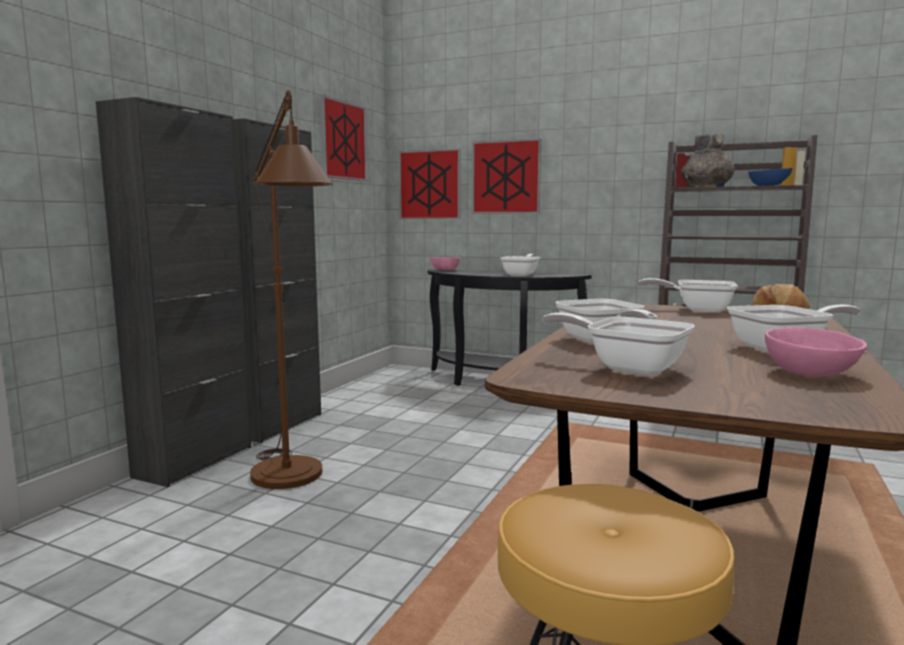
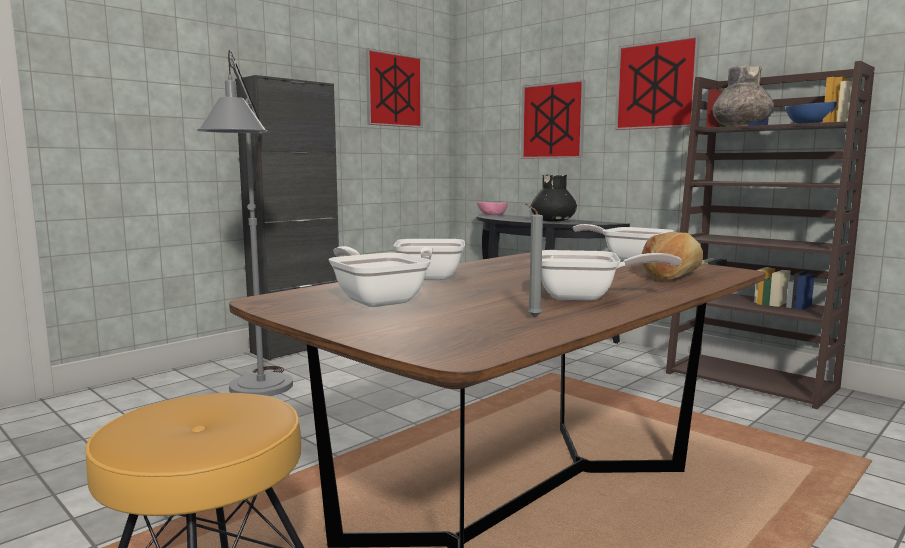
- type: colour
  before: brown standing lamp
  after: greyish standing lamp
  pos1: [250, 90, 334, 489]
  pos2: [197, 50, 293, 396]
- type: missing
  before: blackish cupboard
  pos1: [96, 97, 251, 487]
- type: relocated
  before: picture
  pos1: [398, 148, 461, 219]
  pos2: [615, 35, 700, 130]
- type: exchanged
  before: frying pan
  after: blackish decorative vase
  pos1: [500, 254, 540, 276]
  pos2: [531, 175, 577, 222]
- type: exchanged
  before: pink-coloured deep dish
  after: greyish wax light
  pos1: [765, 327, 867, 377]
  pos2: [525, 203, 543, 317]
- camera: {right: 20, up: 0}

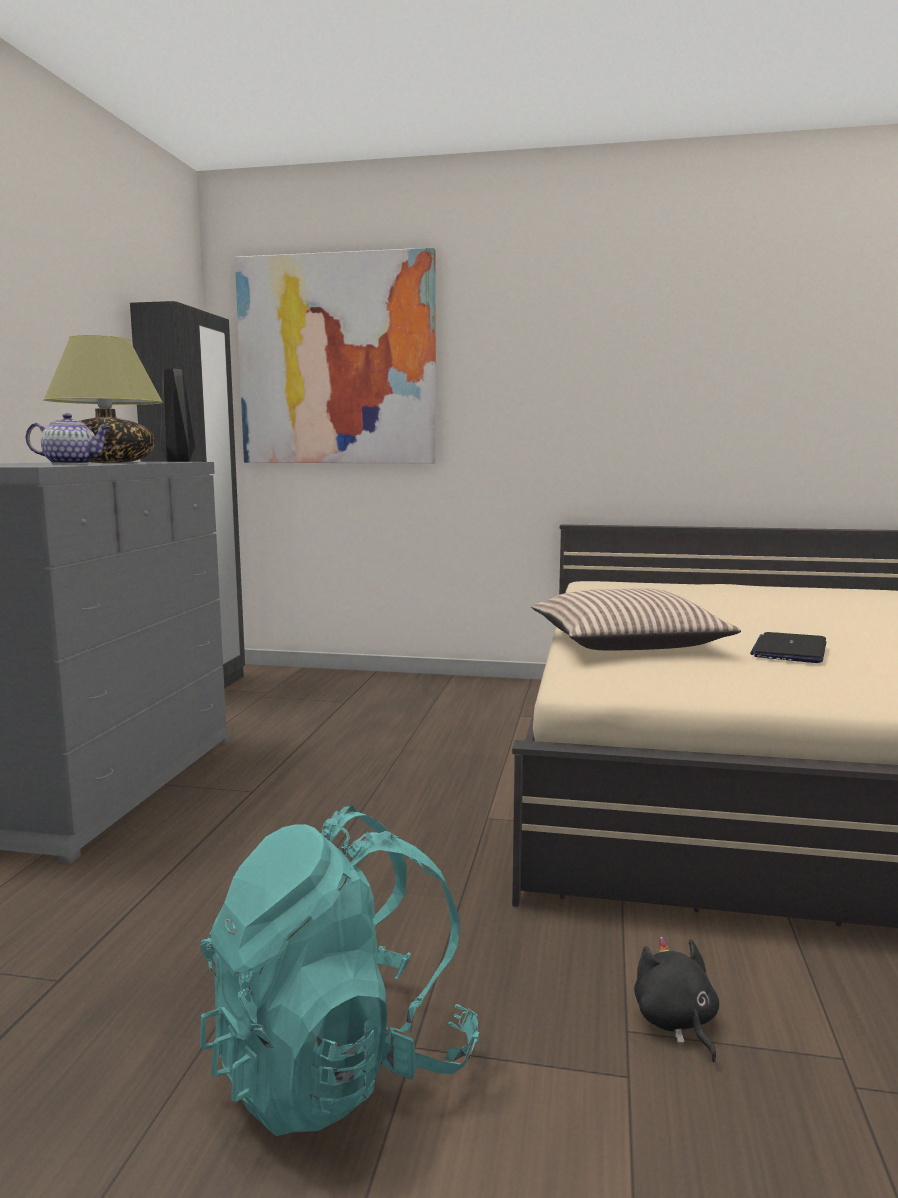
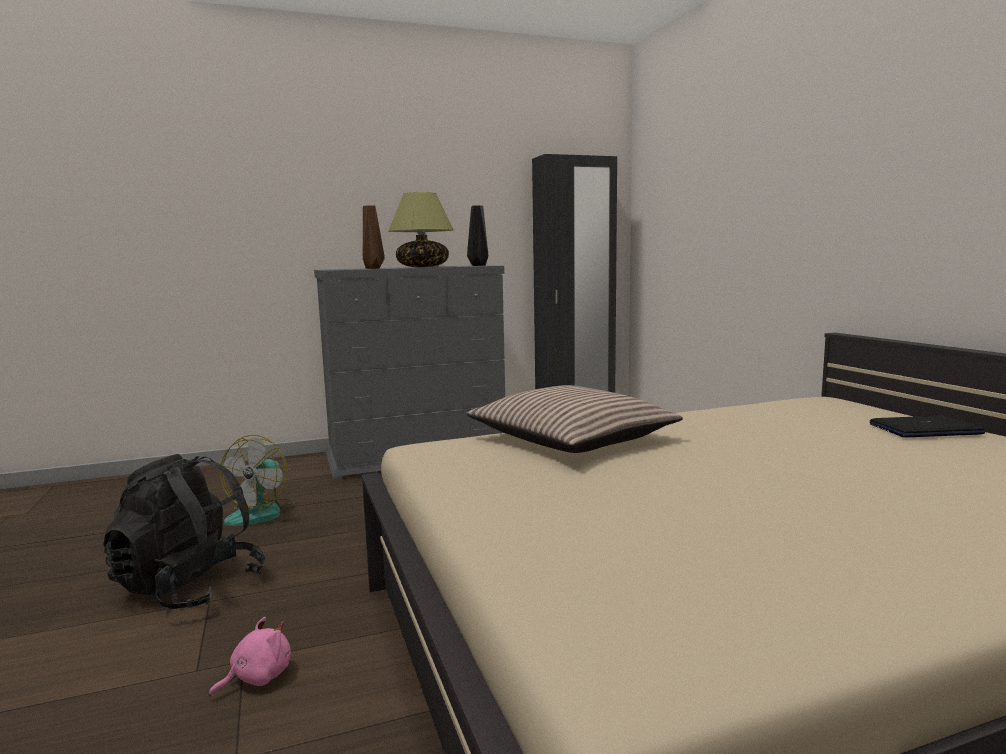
- type: missing
  before: picture
  pos1: [235, 248, 436, 463]
- type: exchanged
  before: pot for tea
  after: brown decorative vase
  pos1: [26, 413, 111, 465]
  pos2: [363, 205, 385, 269]
- type: relocated
  before: notebook computer
  pos1: [750, 632, 826, 663]
  pos2: [870, 415, 985, 438]
- type: colour
  before: turquoise knapsack
  after: blackish knapsack
  pos1: [200, 806, 479, 1136]
  pos2: [103, 454, 266, 609]
- type: colour
  before: blackish cuddly toy
  after: pink-coloured cuddly toy
  pos1: [634, 937, 719, 1063]
  pos2: [209, 617, 291, 697]
- type: appeared
  after: electric fan
  pos2: [220, 435, 295, 526]
- camera: {right: 60, up: 0}

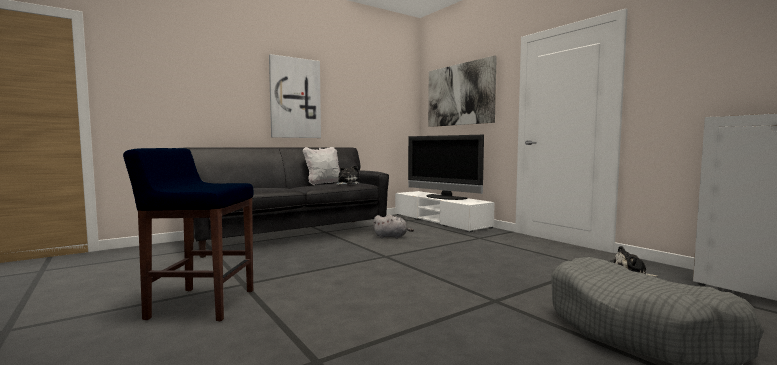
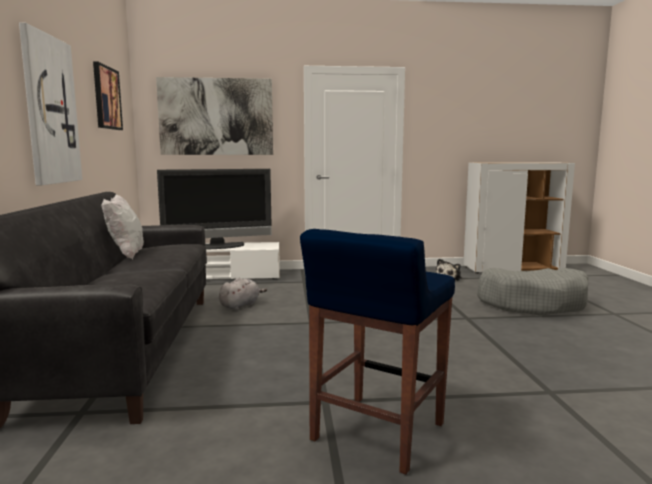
- type: missing
  before: cuddly toy
  pos1: [336, 165, 361, 185]
- type: appeared
  after: picture
  pos2: [93, 61, 123, 130]
- camera: {right: -60, up: 5}

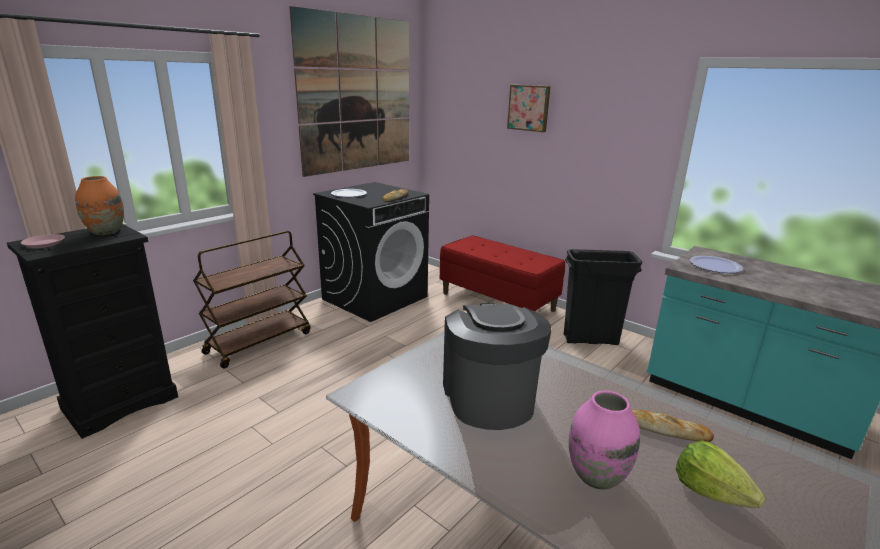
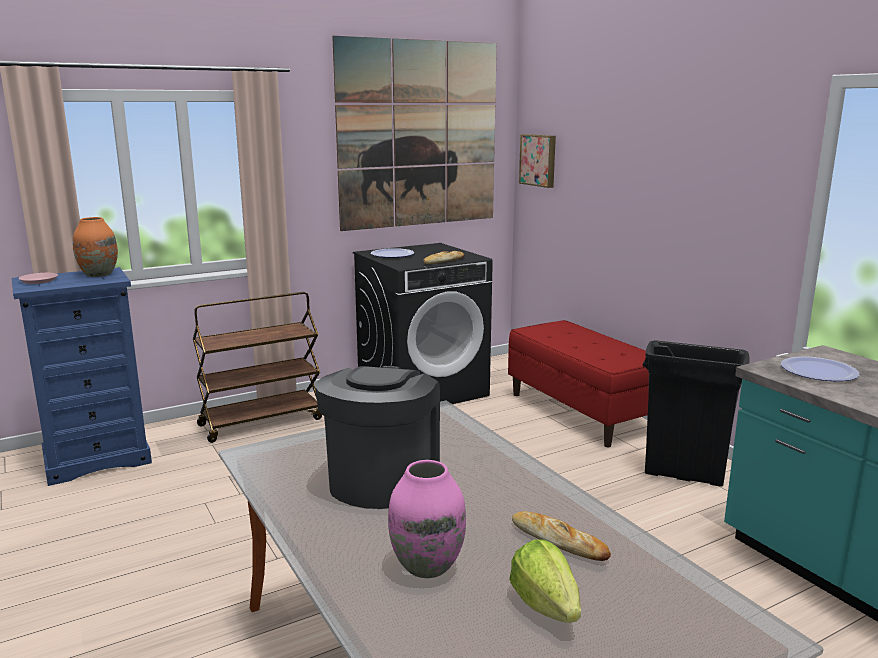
- type: relocated
  before: picture
  pos1: [507, 85, 550, 132]
  pos2: [519, 134, 556, 188]
- type: colour
  before: blackish chest of drawers
  after: blue chest of drawers
  pos1: [7, 224, 178, 439]
  pos2: [12, 267, 152, 486]
- camera: {right: 20, up: -5}

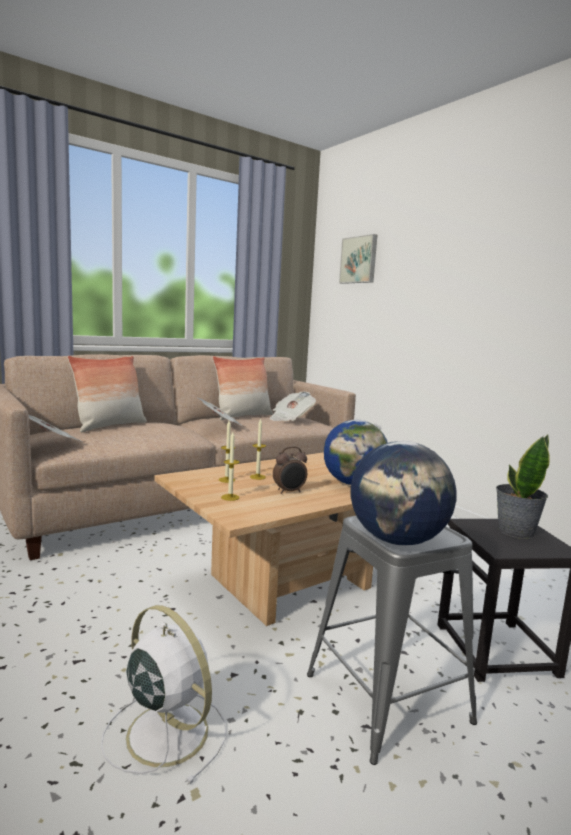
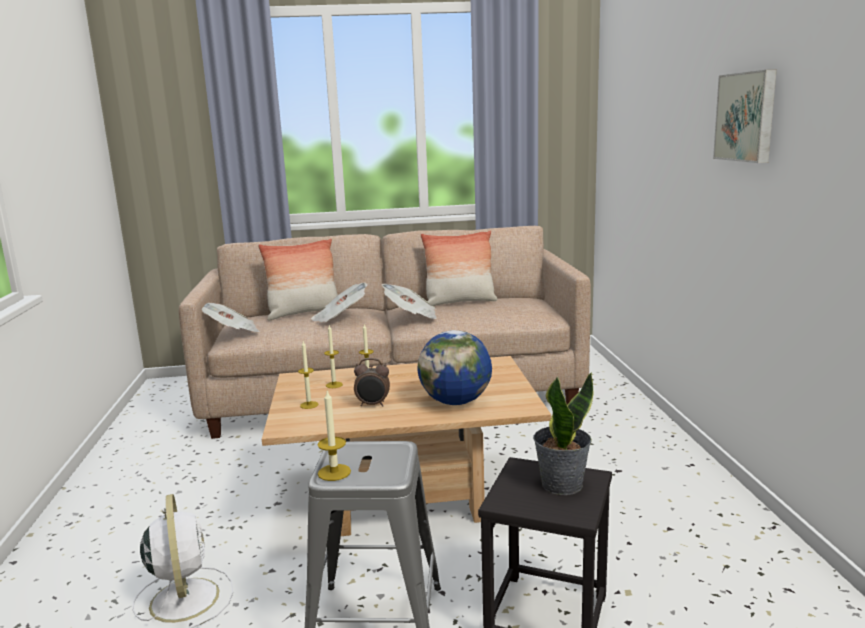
- type: relocated
  before: picture
  pos1: [339, 234, 377, 284]
  pos2: [713, 69, 777, 163]
- type: relocated
  before: printed paper
  pos1: [269, 391, 316, 421]
  pos2: [311, 283, 368, 323]
- type: exchanged
  before: globe
  after: wax light
  pos1: [350, 441, 457, 546]
  pos2: [317, 391, 351, 481]
- camera: {right: 30, up: 5}

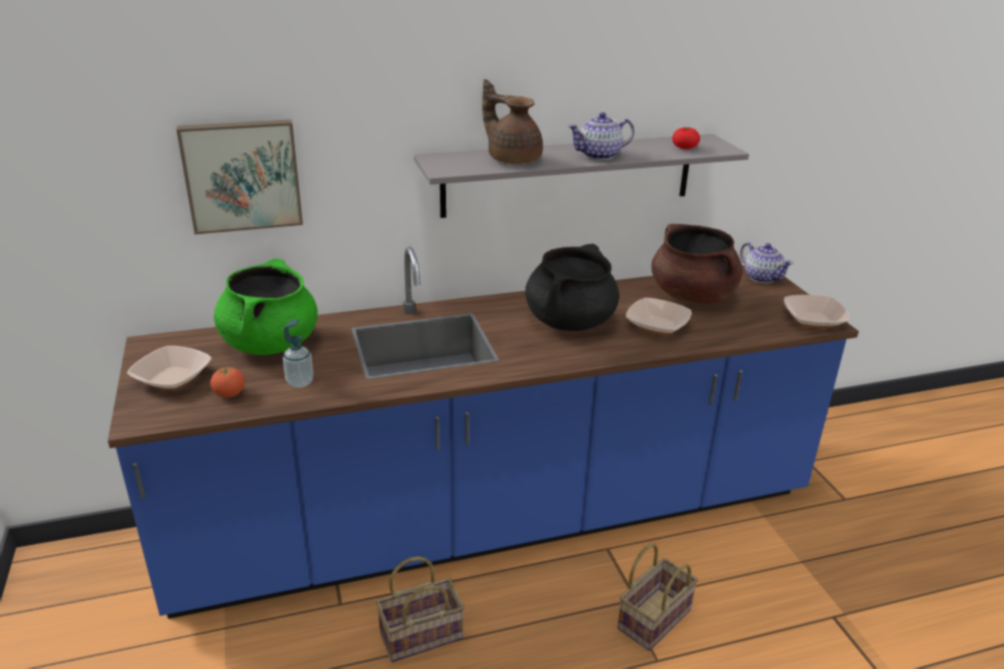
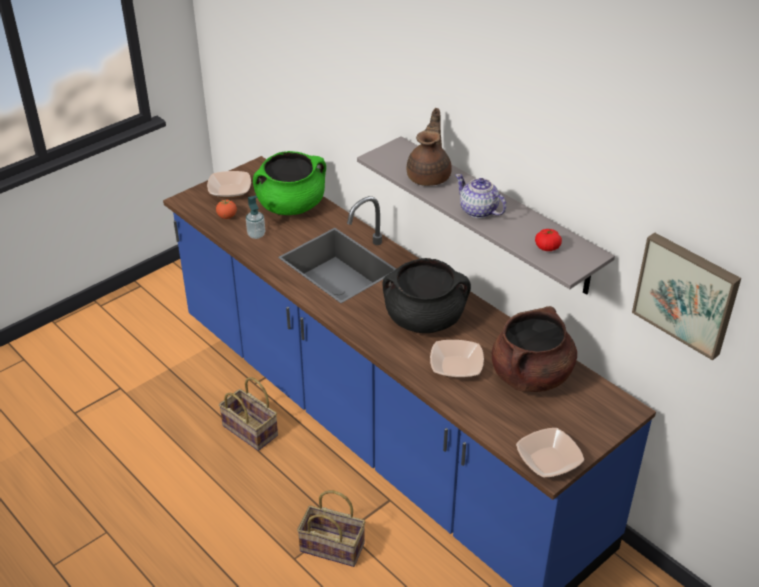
- type: relocated
  before: picture
  pos1: [176, 120, 303, 234]
  pos2: [632, 233, 741, 361]
- type: missing
  before: pot for tea
  pos1: [740, 242, 793, 283]
- camera: {right: 65, up: 10}

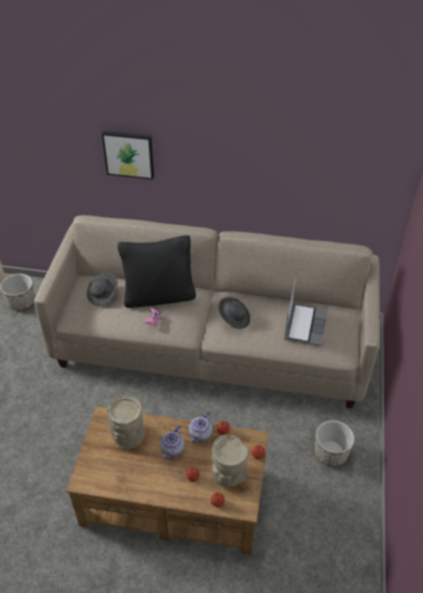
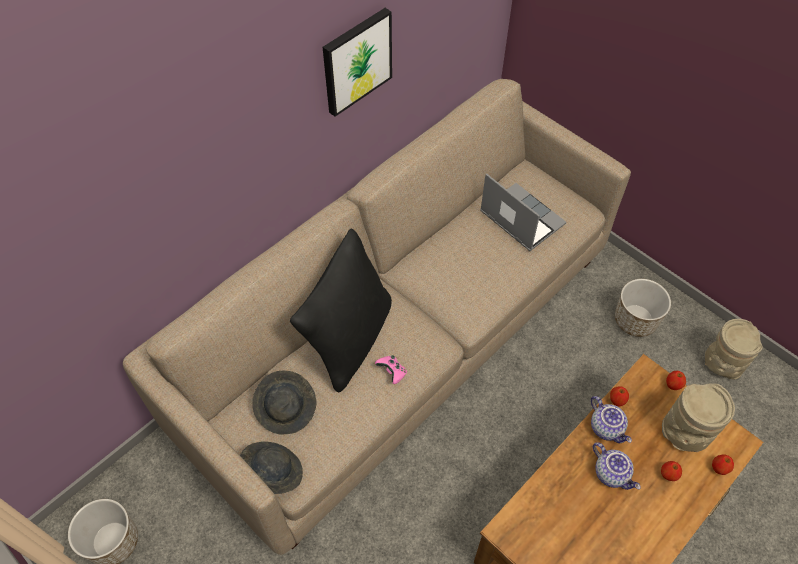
- type: relocated
  before: picture
  pos1: [102, 131, 154, 180]
  pos2: [323, 8, 392, 117]
- type: relocated
  before: greyish wearable hat
  pos1: [218, 297, 250, 329]
  pos2: [240, 441, 303, 494]
- type: relocated
  before: beige-coloured decorative vase
  pos1: [107, 395, 145, 450]
  pos2: [705, 319, 763, 379]
- camera: {right: -55, up: 10}

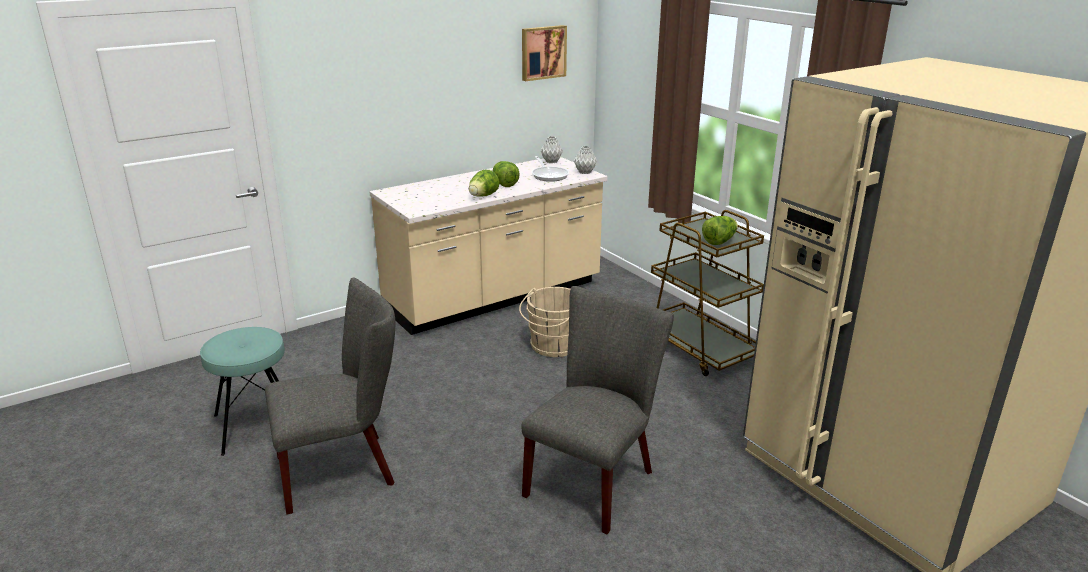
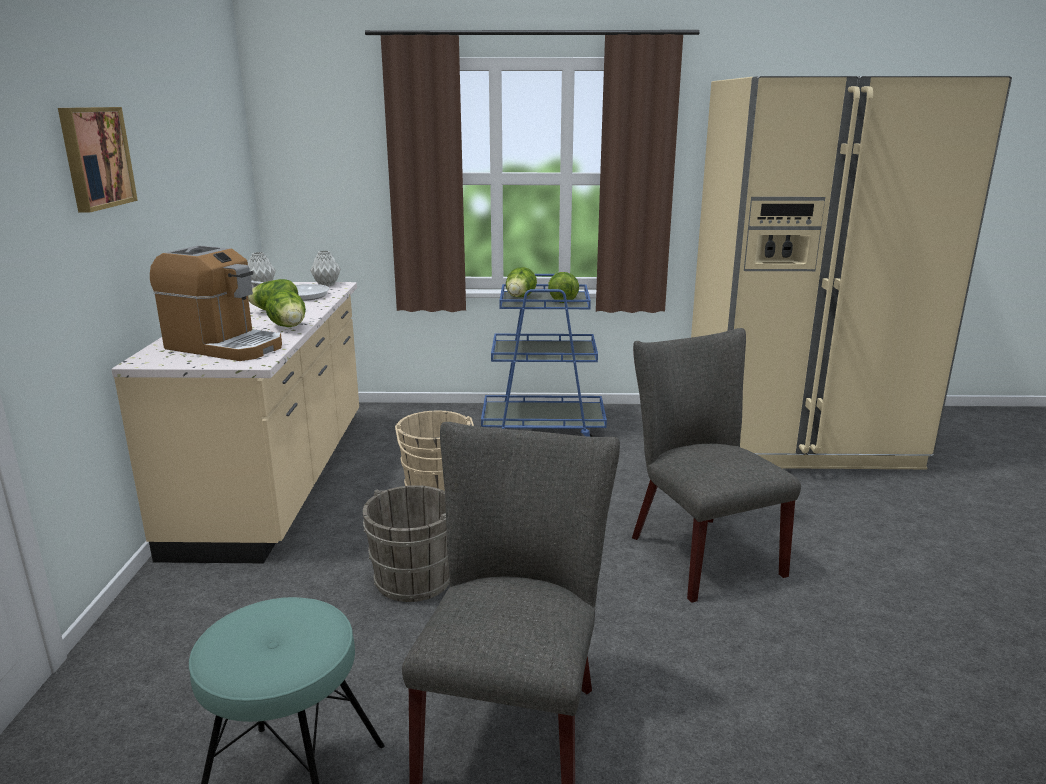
- type: relocated
  before: picture
  pos1: [522, 25, 567, 81]
  pos2: [58, 107, 138, 212]
- type: colour
  before: brown trolley
  after: blue trolley
  pos1: [651, 210, 764, 376]
  pos2: [481, 274, 607, 437]
- type: appeared
  after: coffee brewer
  pos2: [150, 245, 282, 361]
- type: appeared
  after: head of lettuce
  pos2: [506, 267, 537, 297]
- type: appeared
  after: greyish water bucket
  pos2: [363, 485, 450, 602]
- camera: {right: -55, up: -5}

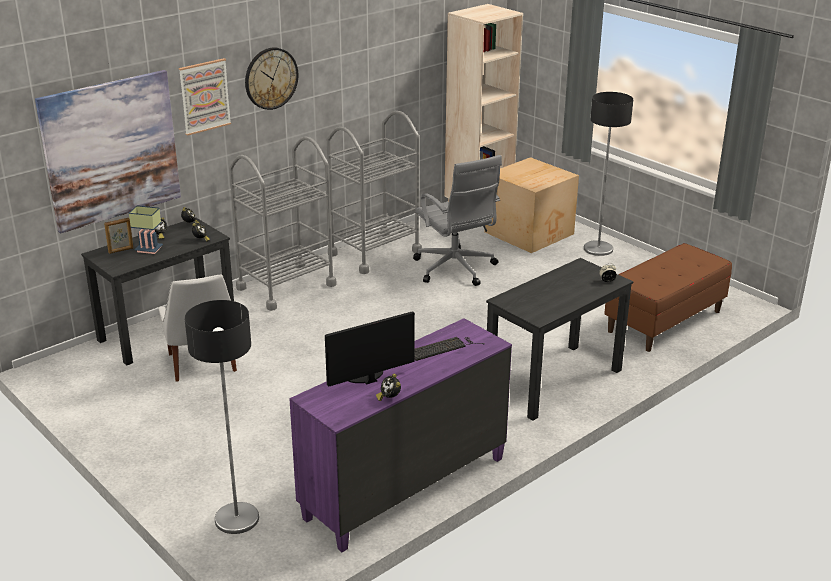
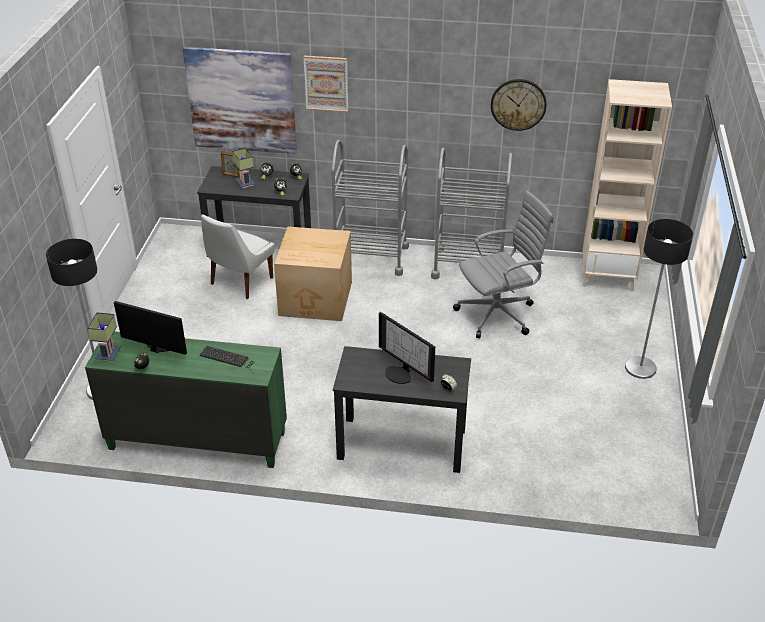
- type: relocated
  before: clock on the wall
  pos1: [245, 48, 299, 110]
  pos2: [491, 79, 546, 131]
- type: spun
  before: greyish computer chair
  pos1: [413, 155, 502, 286]
  pos2: [453, 191, 553, 338]
  turn: -135
- type: relocated
  before: packing box
  pos1: [484, 157, 579, 253]
  pos2: [274, 226, 352, 321]
- type: missing
  before: brown long seat
  pos1: [604, 243, 732, 352]
- type: colour
  before: purple chest of drawers
  after: green-coloured chest of drawers
  pos1: [289, 318, 512, 552]
  pos2: [85, 331, 287, 468]
- type: appeared
  after: tabletop lamp
  pos2: [88, 312, 121, 362]
- type: appeared
  after: monitor
  pos2: [379, 312, 435, 384]
- camera: {right: 50, up: 10}

